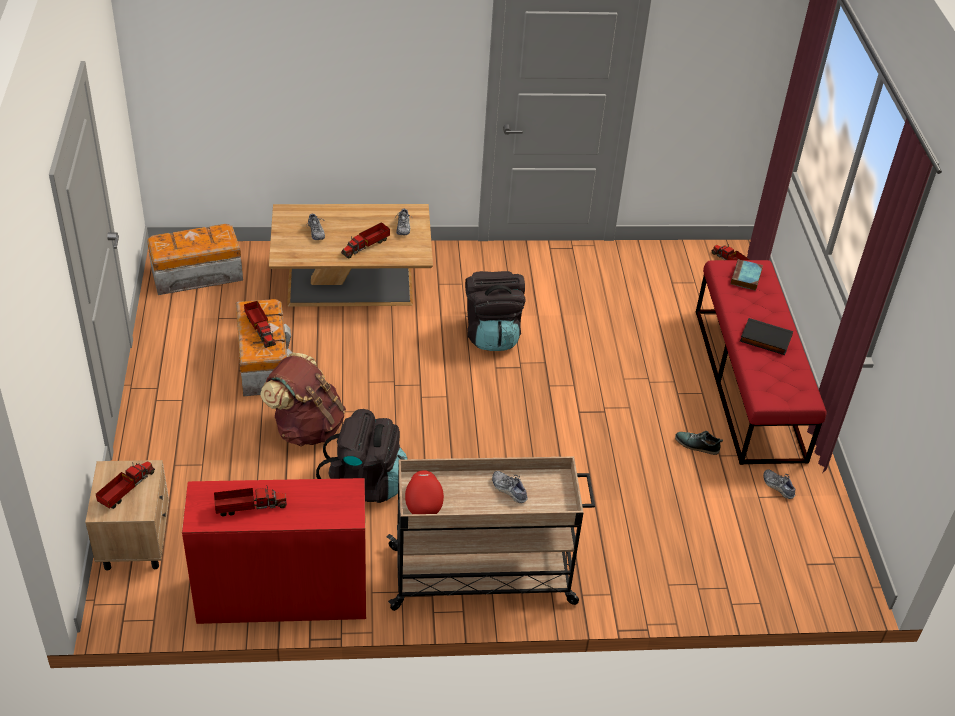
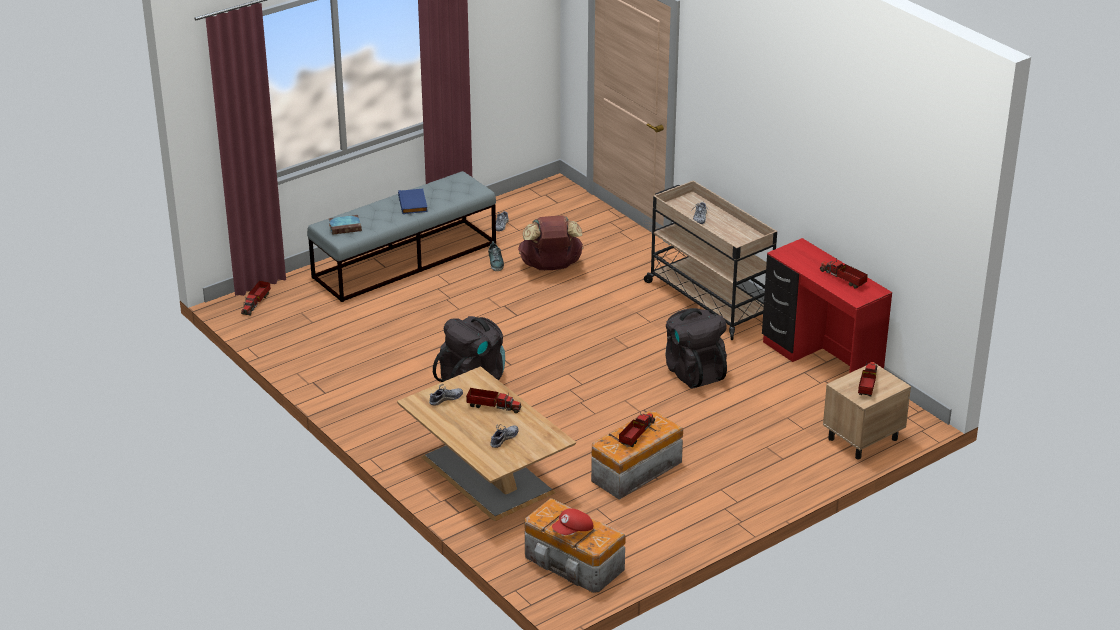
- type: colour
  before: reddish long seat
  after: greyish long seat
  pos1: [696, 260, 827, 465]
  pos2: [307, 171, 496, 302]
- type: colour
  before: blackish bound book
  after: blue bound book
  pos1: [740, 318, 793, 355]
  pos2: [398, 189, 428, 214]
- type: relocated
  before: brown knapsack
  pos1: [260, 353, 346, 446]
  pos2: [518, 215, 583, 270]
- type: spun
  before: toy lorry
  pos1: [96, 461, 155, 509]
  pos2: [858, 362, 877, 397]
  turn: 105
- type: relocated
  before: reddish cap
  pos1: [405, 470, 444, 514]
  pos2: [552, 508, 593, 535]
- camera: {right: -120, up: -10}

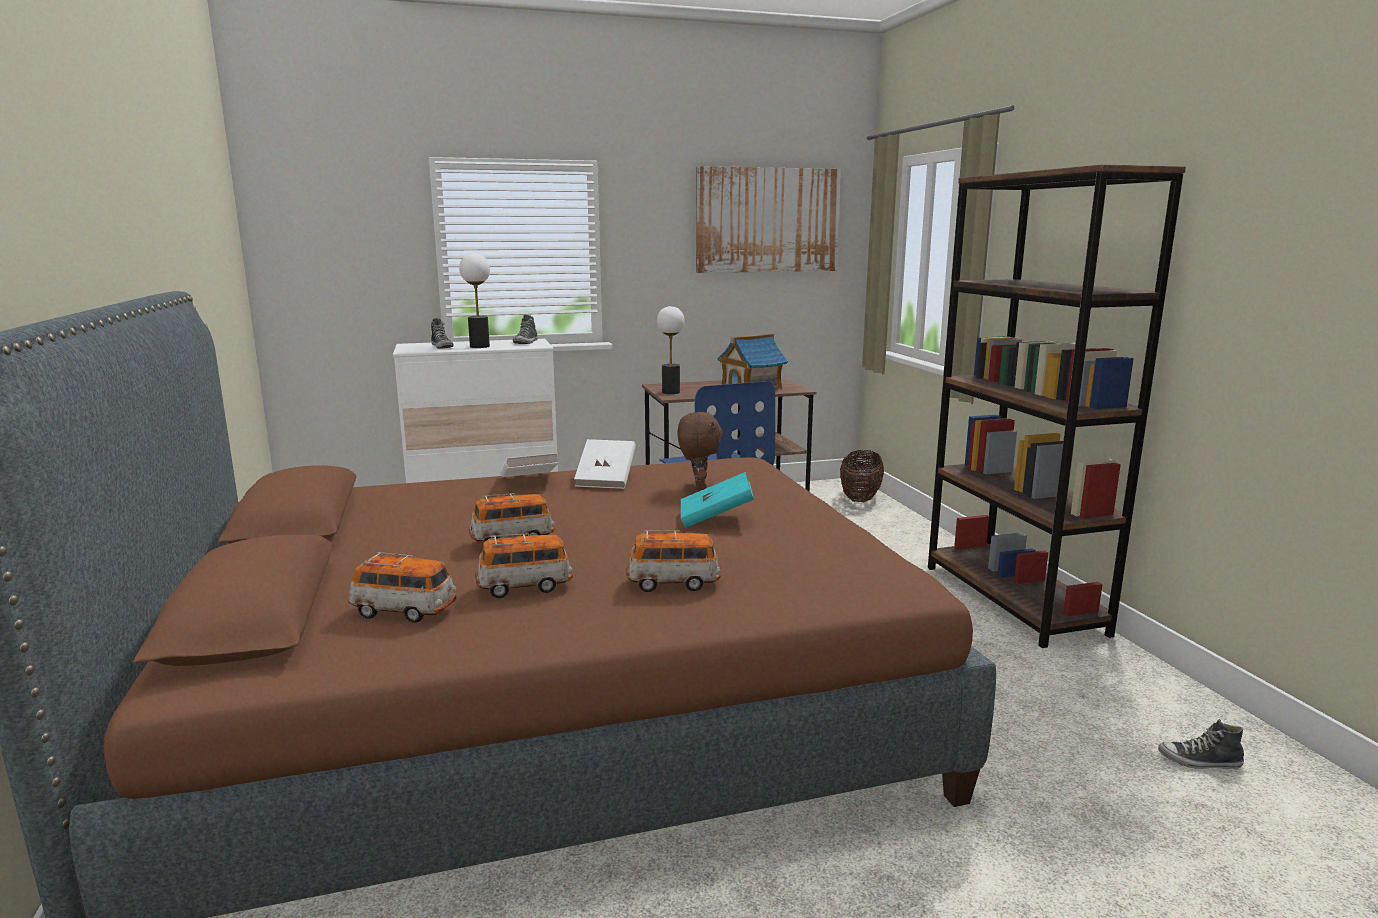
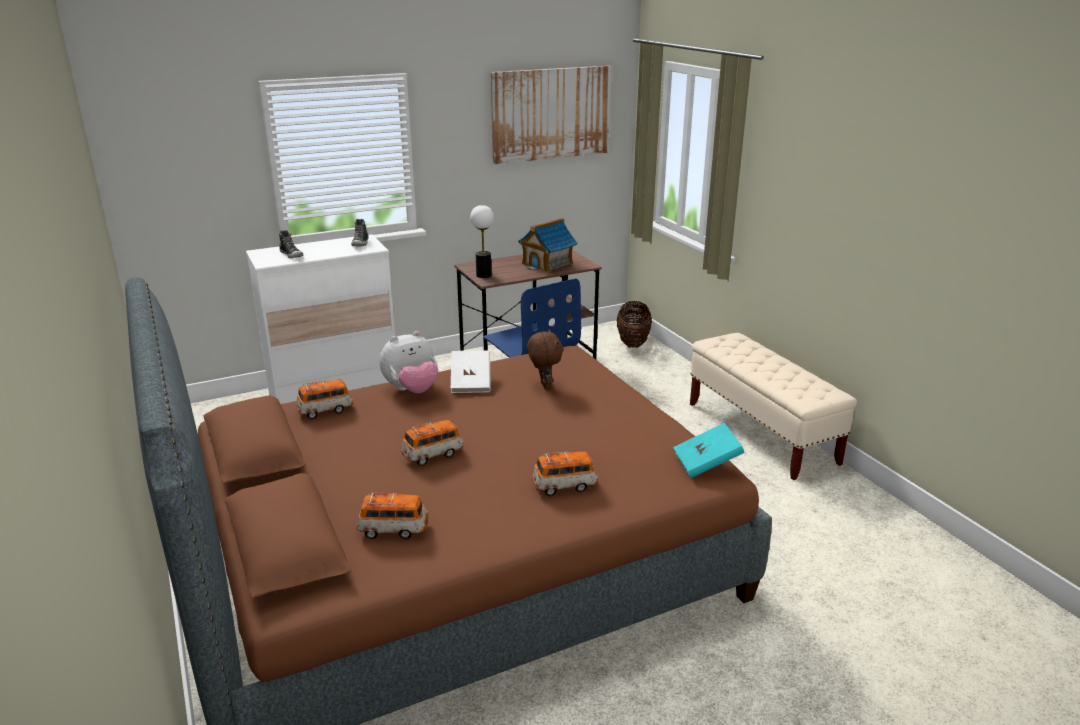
- type: exchanged
  before: brown bookcase
  after: beige-coloured long seat
  pos1: [928, 164, 1186, 648]
  pos2: [690, 333, 857, 480]
- type: missing
  before: tabletop lamp
  pos1: [459, 253, 490, 348]
- type: exchanged
  before: white bound book
  after: cuddly toy
  pos1: [500, 453, 559, 477]
  pos2: [380, 331, 439, 393]
- type: relocated
  before: turquoise bound book
  pos1: [681, 472, 754, 528]
  pos2: [673, 423, 745, 478]
- type: relocated
  before: model car
  pos1: [475, 533, 573, 598]
  pos2: [296, 380, 353, 419]
- type: missing
  before: low shoe
  pos1: [1158, 719, 1244, 769]
- camera: {right: -10, up: 10}

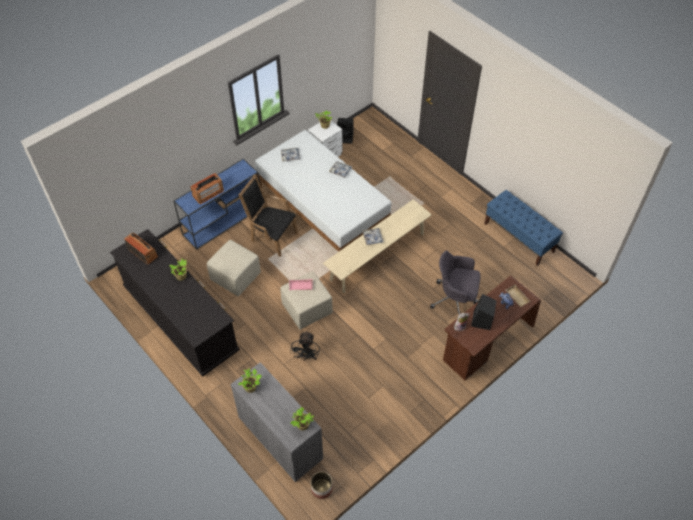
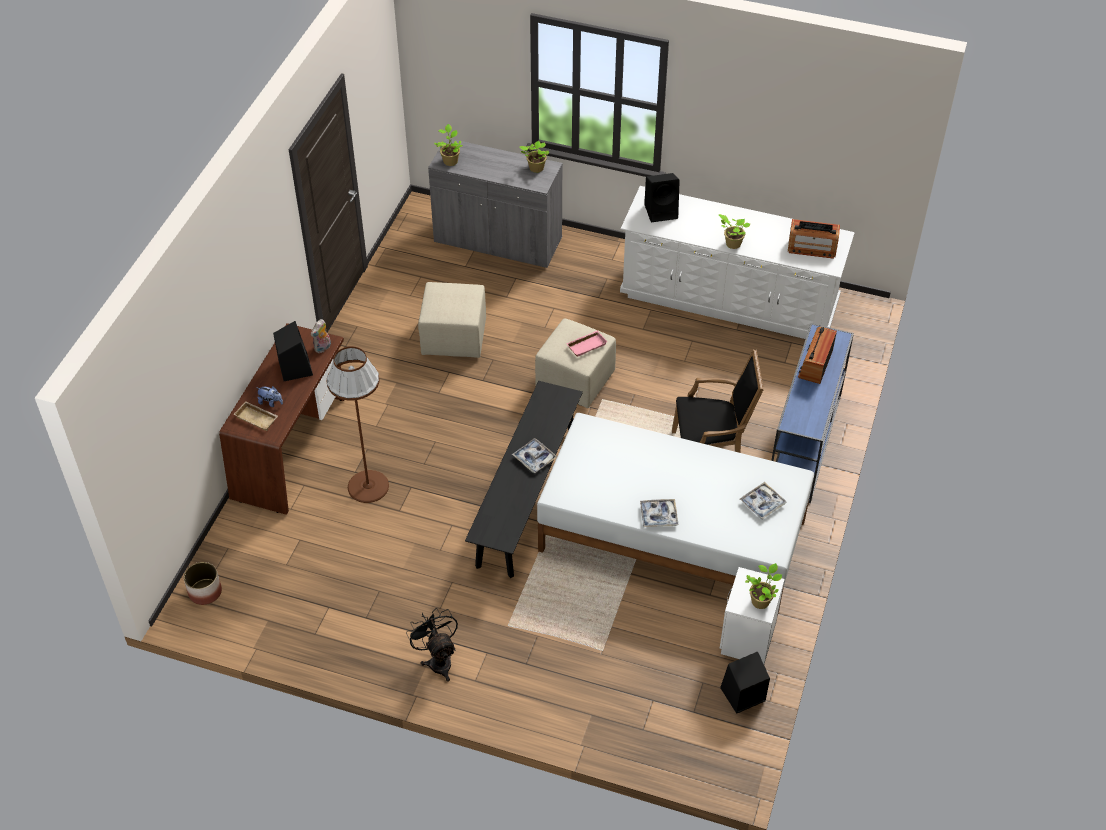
- type: missing
  before: blue long seat
  pos1: [484, 190, 563, 266]
- type: colour
  before: beige-coloured long seat
  after: blackish long seat
  pos1: [323, 199, 432, 293]
  pos2: [465, 381, 583, 578]
- type: colour
  before: blackish chest of drawers
  after: white chest of drawers
  pos1: [110, 229, 240, 377]
  pos2: [620, 186, 855, 339]
- type: relocated
  before: beige-coloured ottoman
  pos1: [207, 240, 261, 296]
  pos2: [418, 282, 486, 358]
- type: exchanged
  before: greyish computer chair
  after: brown standing lamp
  pos1: [430, 251, 480, 315]
  pos2: [327, 346, 389, 503]
- type: relocated
  before: blackish electric fan
  pos1: [290, 331, 320, 361]
  pos2: [406, 609, 458, 682]
- type: relocated
  before: plant pot
  pos1: [311, 472, 333, 499]
  pos2: [184, 562, 222, 605]
- type: appeared
  after: blackish loudspeaker
  pos2: [644, 173, 680, 223]
- camera: {right: 150, up: -5}

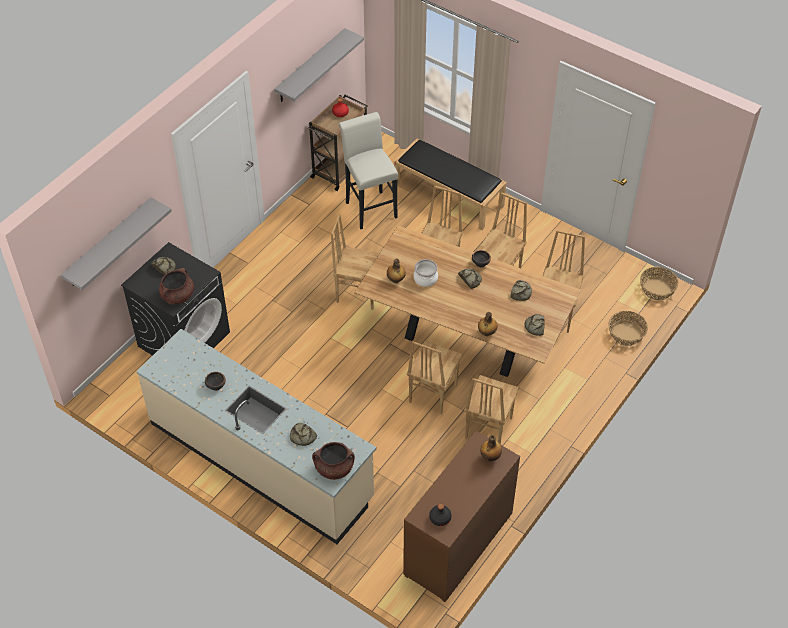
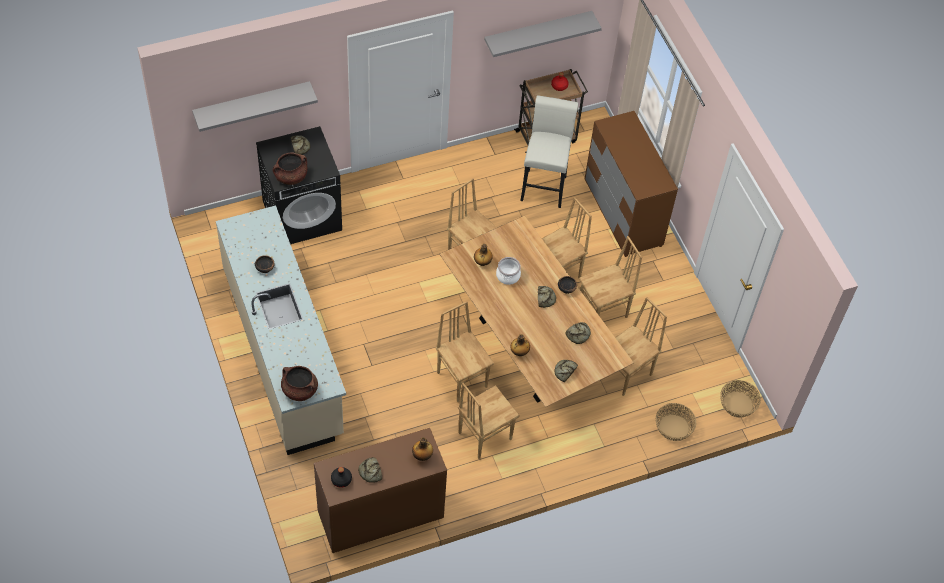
- type: exchanged
  before: blackish long seat
  after: brown chest of drawers
  pos1: [394, 139, 507, 230]
  pos2: [585, 111, 678, 257]
- type: spun
  before: brown upright chair
  pos1: [407, 341, 463, 415]
  pos2: [436, 301, 494, 402]
  turn: 90
- type: relocated
  before: bakery bread
  pos1: [290, 423, 317, 446]
  pos2: [358, 457, 382, 483]
- camera: {right: 30, up: 5}

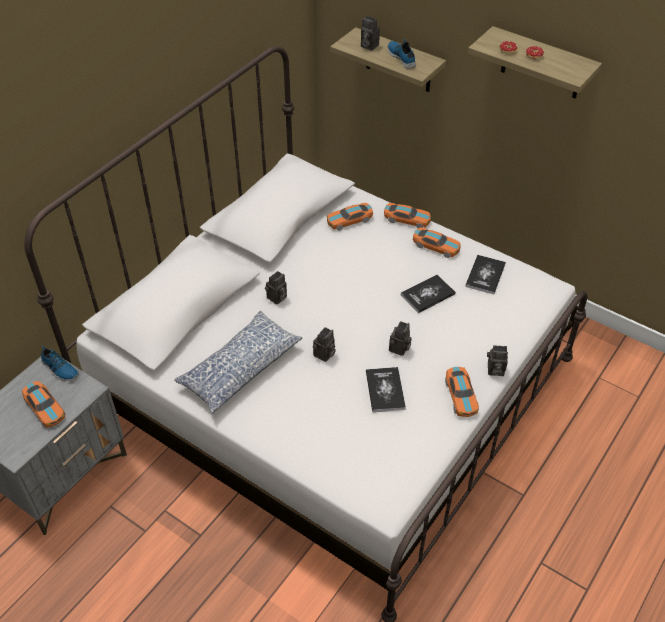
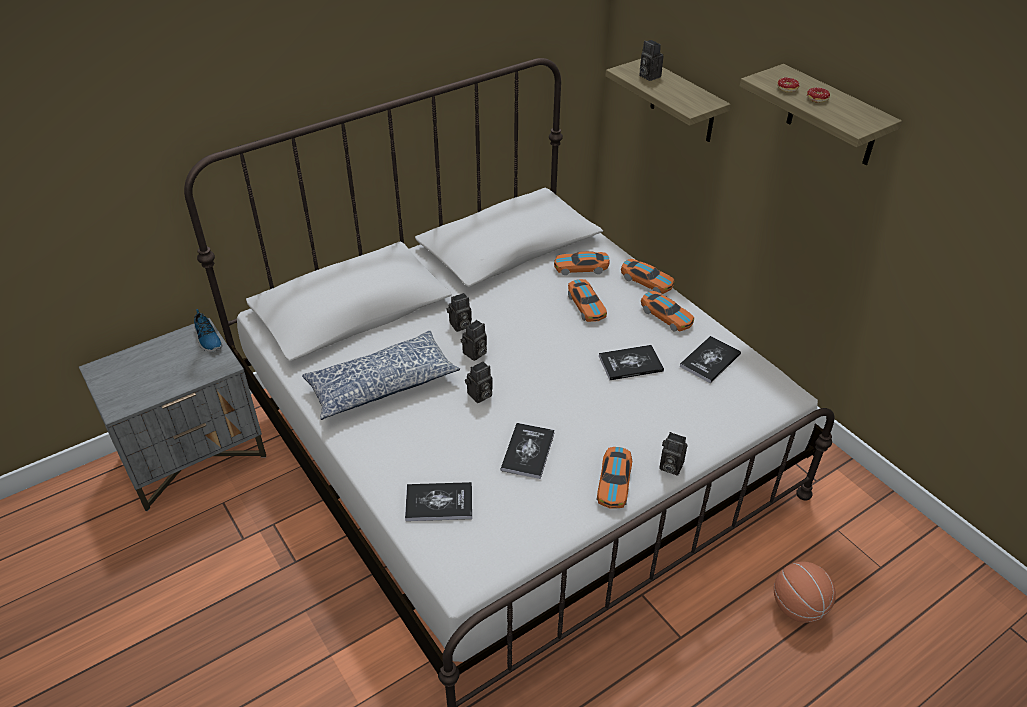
- type: missing
  before: low shoe
  pos1: [387, 39, 416, 69]
- type: relocated
  before: photo camera
  pos1: [389, 321, 412, 356]
  pos2: [461, 320, 487, 361]
- type: relocated
  before: model car
  pos1: [22, 381, 65, 428]
  pos2: [568, 279, 607, 322]
- type: appeared
  after: bound book
  pos2: [405, 482, 472, 521]
- type: appeared
  after: basketball
  pos2: [774, 562, 836, 623]
- camera: {right: 20, up: -5}

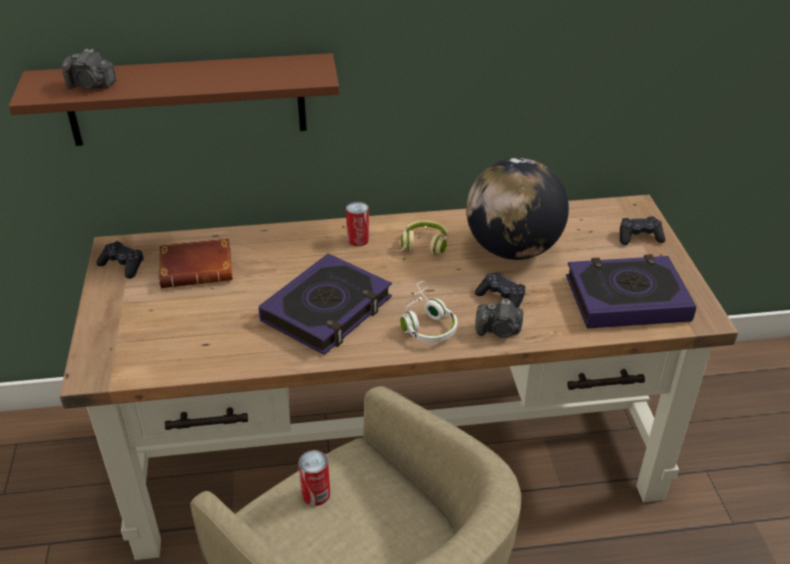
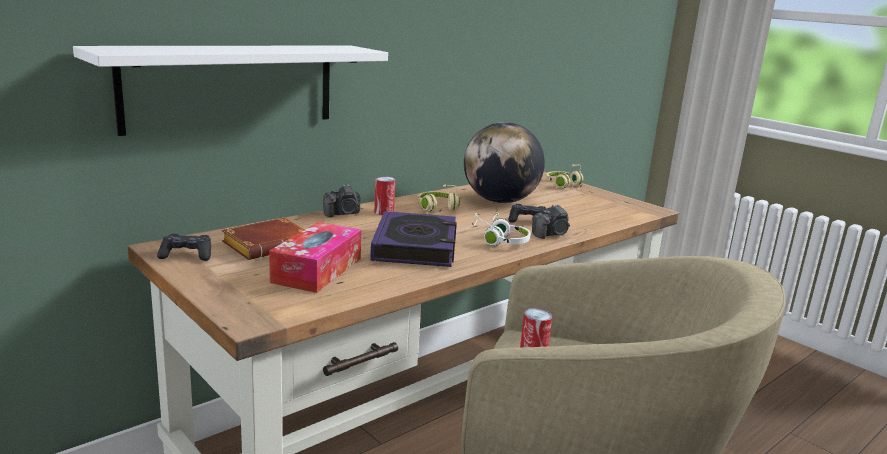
- type: relocated
  before: photo camera
  pos1: [61, 49, 117, 89]
  pos2: [323, 184, 360, 217]
- type: colour
  before: brown shelf
  after: white shelf
  pos1: [9, 53, 339, 146]
  pos2: [73, 46, 388, 136]
- type: exchanged
  before: blackish game controller
  after: beige-coloured headset
  pos1: [620, 216, 665, 245]
  pos2: [546, 164, 583, 190]
- type: missing
  before: bound book
  pos1: [566, 254, 697, 329]
- type: appeared
  after: tissue holder
  pos2: [269, 222, 361, 293]
- camera: {right: -35, up: -20}

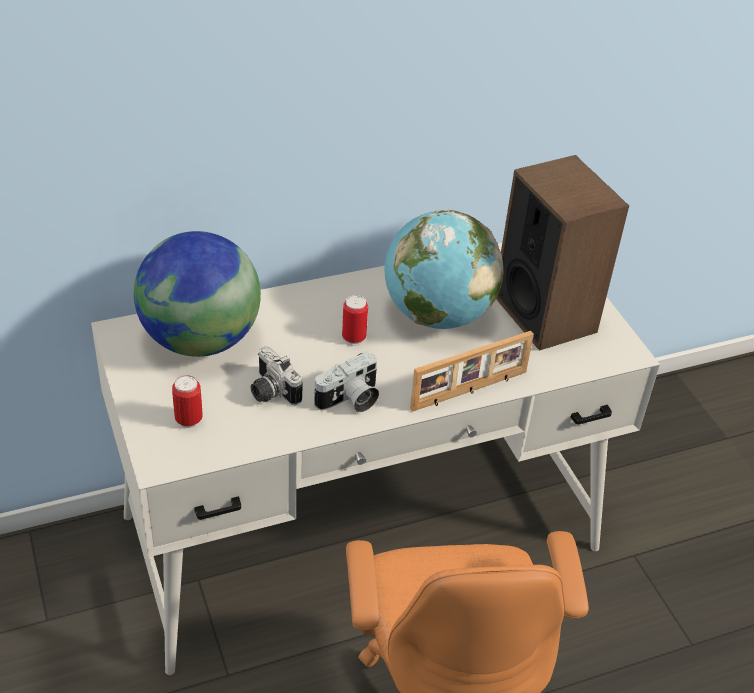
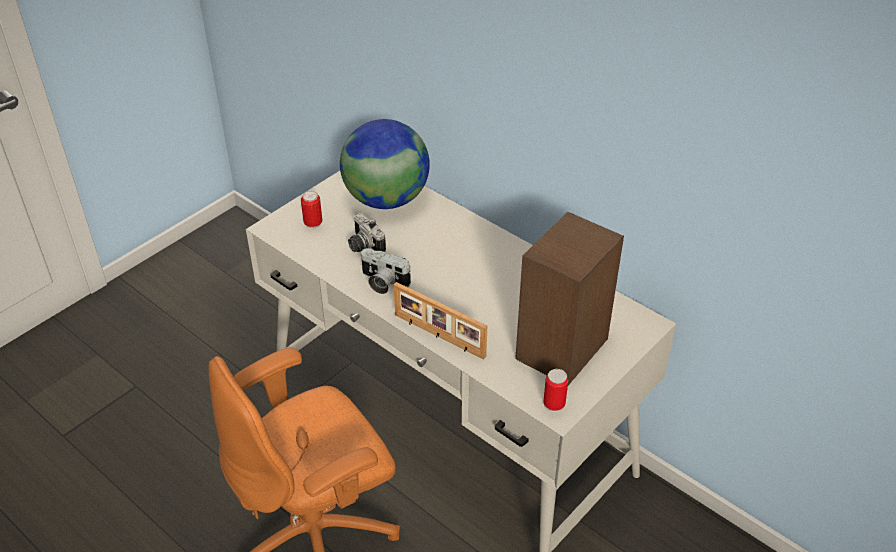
- type: missing
  before: globe
  pos1: [384, 210, 504, 329]
- type: relocated
  before: metal can
  pos1: [342, 295, 368, 346]
  pos2: [543, 369, 568, 413]
- type: spun
  before: photo camera
  pos1: [251, 346, 302, 405]
  pos2: [348, 213, 386, 252]
  turn: -60
- camera: {right: 65, up: 0}

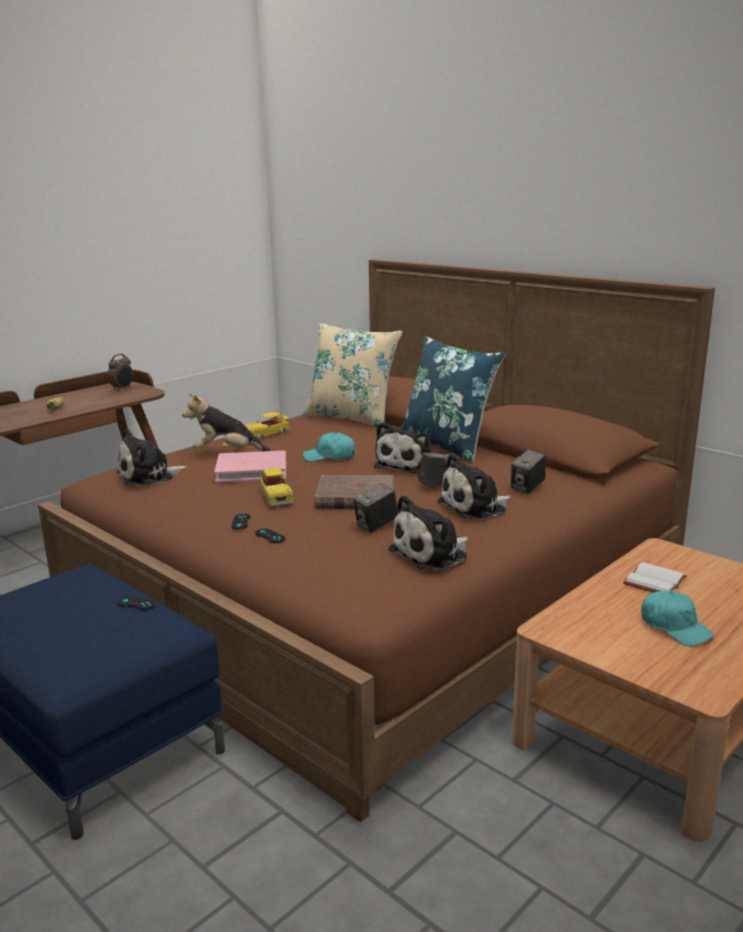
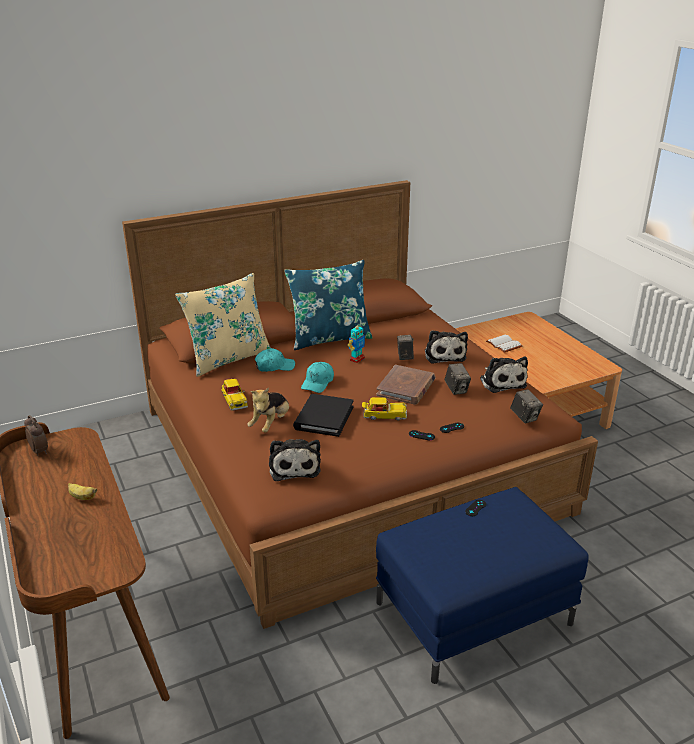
- type: exchanged
  before: cuddly toy
  after: toy robot
  pos1: [374, 422, 430, 473]
  pos2: [348, 326, 365, 363]
- type: relocated
  before: photo camera
  pos1: [511, 449, 546, 493]
  pos2: [510, 389, 543, 423]
- type: colour
  before: pink-coloured bound book
  after: blackish bound book
  pos1: [214, 451, 286, 483]
  pos2: [293, 394, 353, 437]
- type: relocated
  before: turquoise cap
  pos1: [641, 591, 715, 646]
  pos2: [255, 348, 295, 372]
- camera: {right: -70, up: 10}

